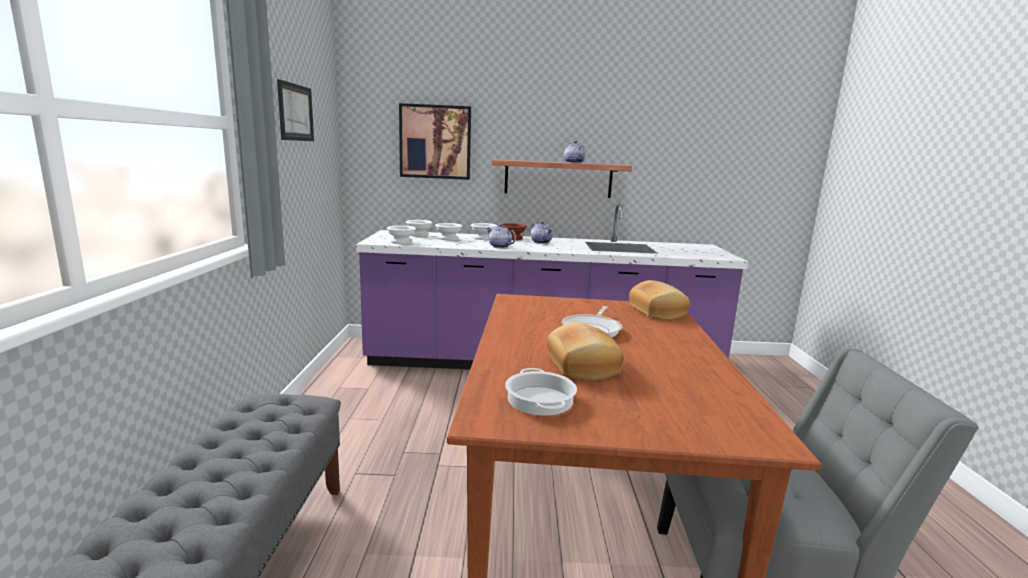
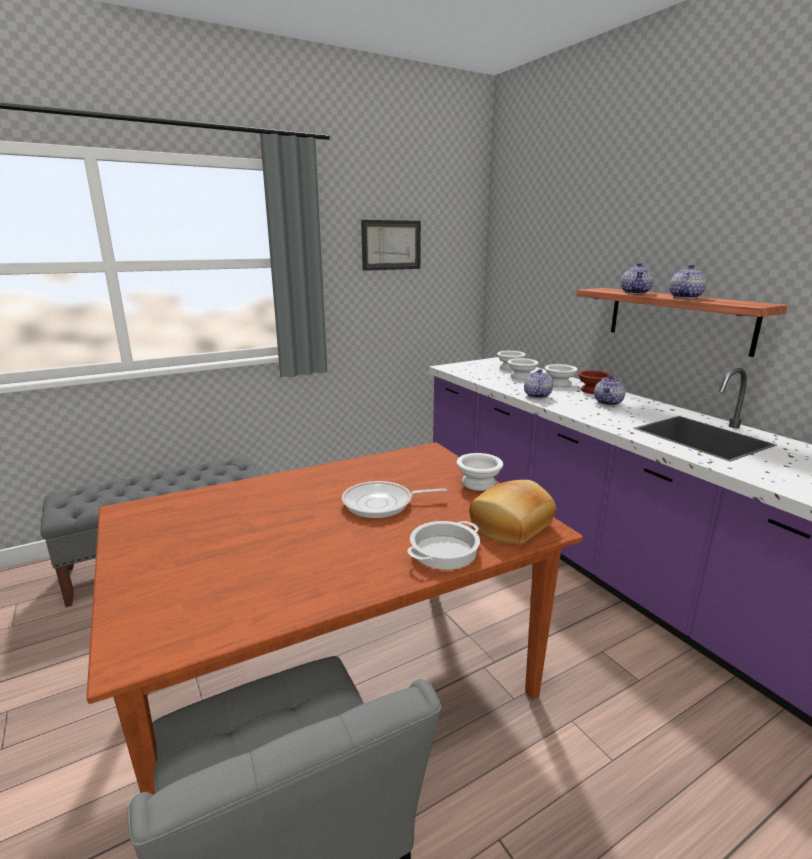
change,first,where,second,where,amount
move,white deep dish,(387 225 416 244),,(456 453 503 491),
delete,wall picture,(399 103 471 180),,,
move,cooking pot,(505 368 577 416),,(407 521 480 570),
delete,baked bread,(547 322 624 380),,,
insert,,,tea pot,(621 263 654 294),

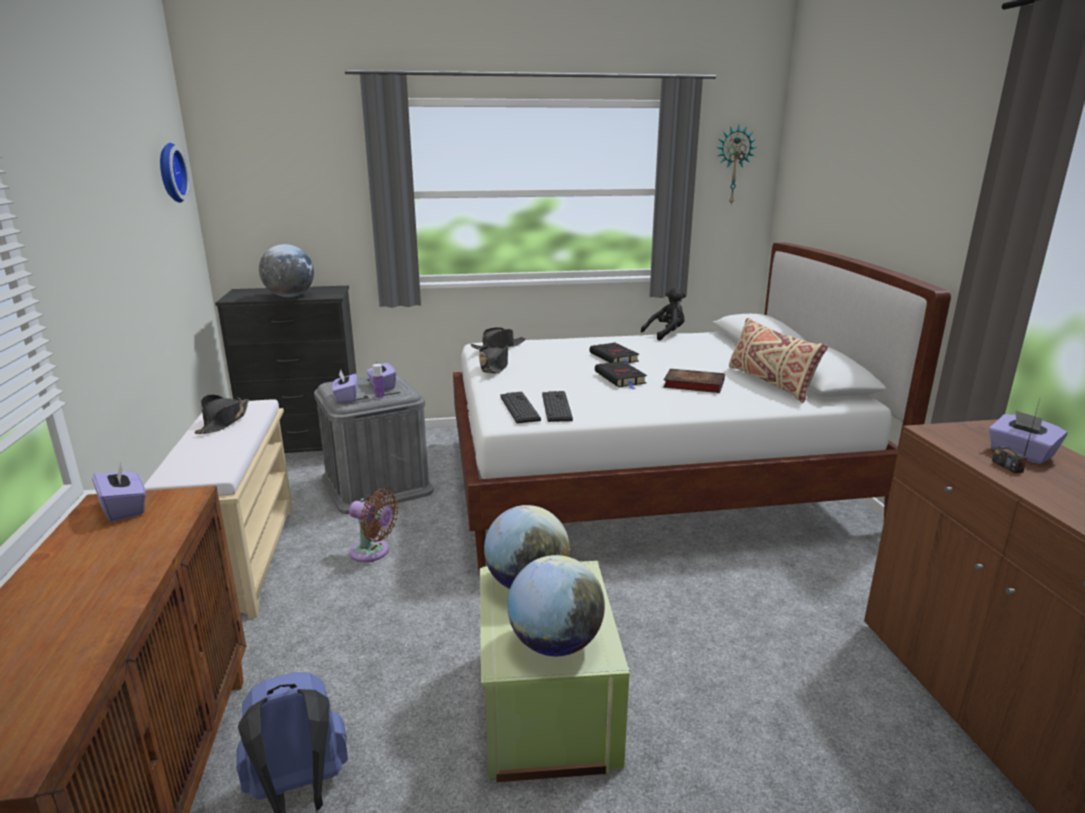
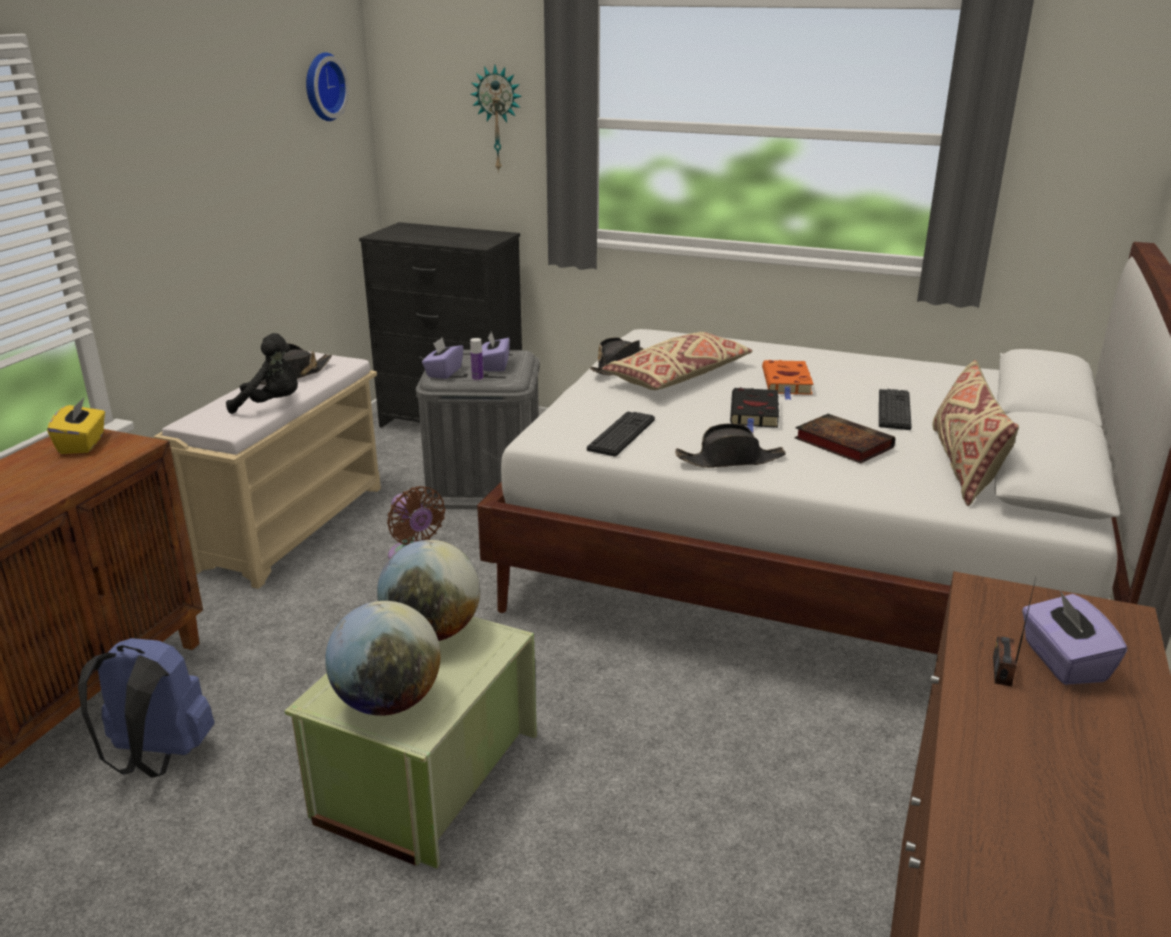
change,first,where,second,where,amount
recolor,purple tissue holder,(92 461 146 522),yellowish tissue holder,(47 398 105 454),
delete,desk globe,(259 244 314 297),,,
move,black clothing hat,(470 327 526 350),,(675 423 786 468),
move,keyboard,(500 392 541 424),,(879 389 911 430),
recolor,black bound book,(590 343 639 363),orangey bound book,(762 360 814 400),
move,black cuddly toy,(641 288 686 341),,(226 333 298 414),
move,clock on the wall,(716 125 757 206),,(471 65 522 172),
insert,,,beige-coloured pillow,(602 332 753 390),

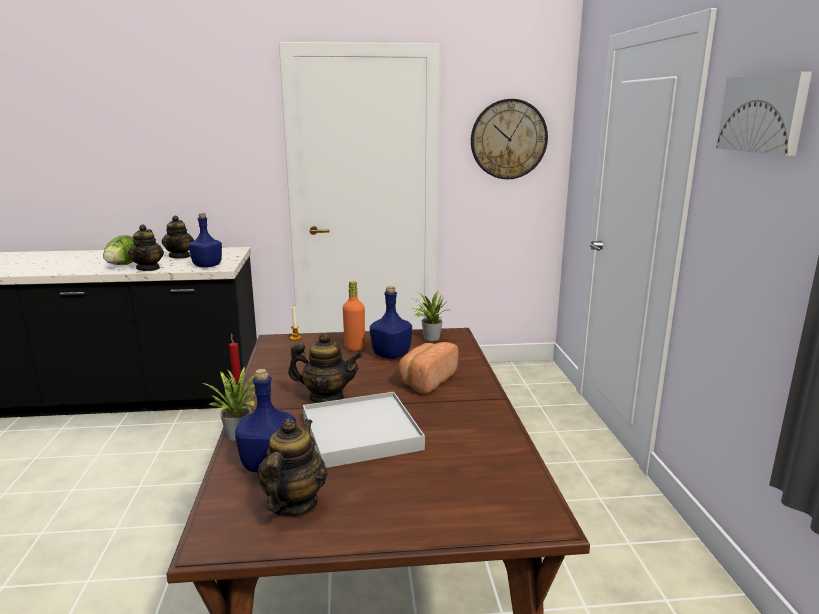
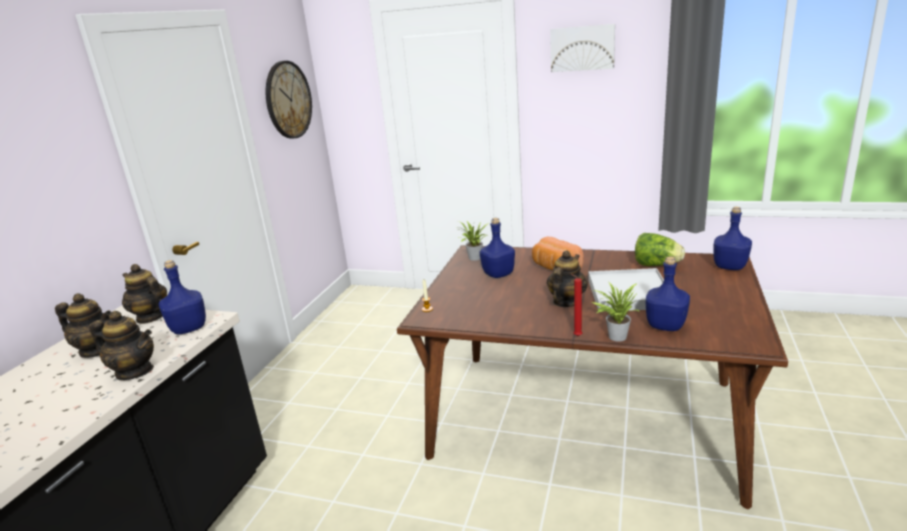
change,first,where,second,where,amount
move,lettuce,(103 235 134 265),,(635 233 685 266),
move,tea pot,(257 419 328 517),,(122 264 167 324),
delete,orangey drink bottle,(343 281 365 351),,,
insert,,,bluish drink bottle,(713 207 752 270),

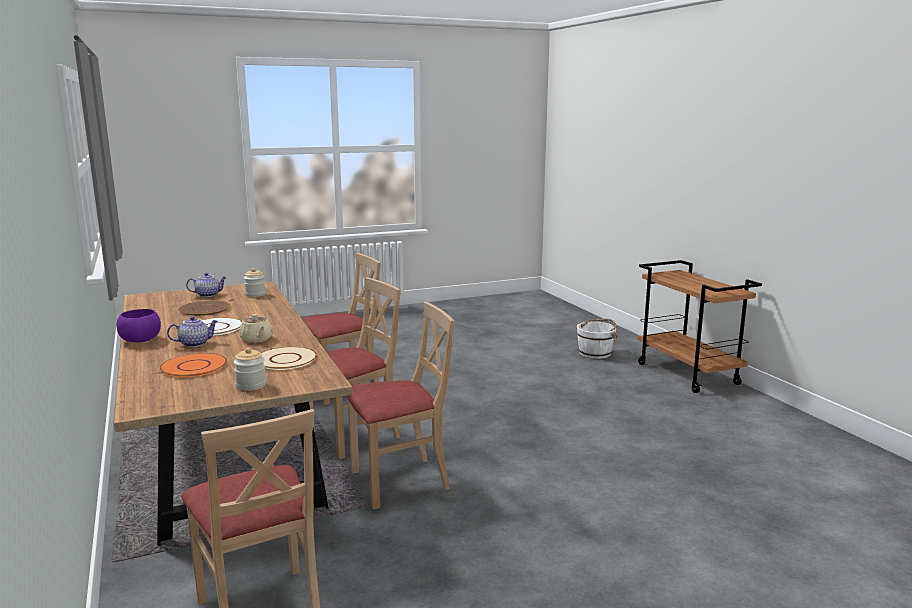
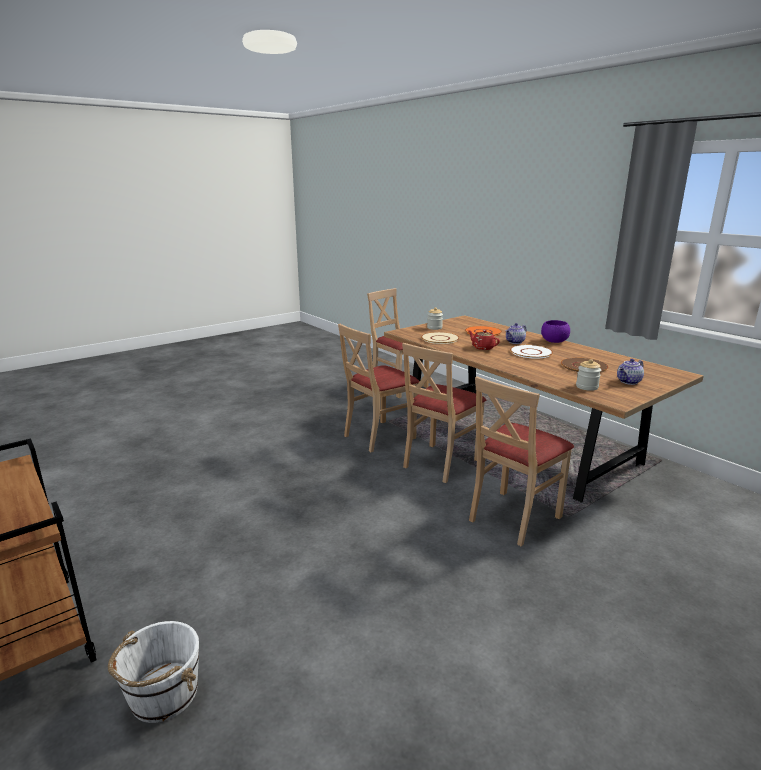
change,first,where,second,where,amount
recolor,beige-coloured tea pot,(239 314 273 343),red tea pot,(468 330 500 350),

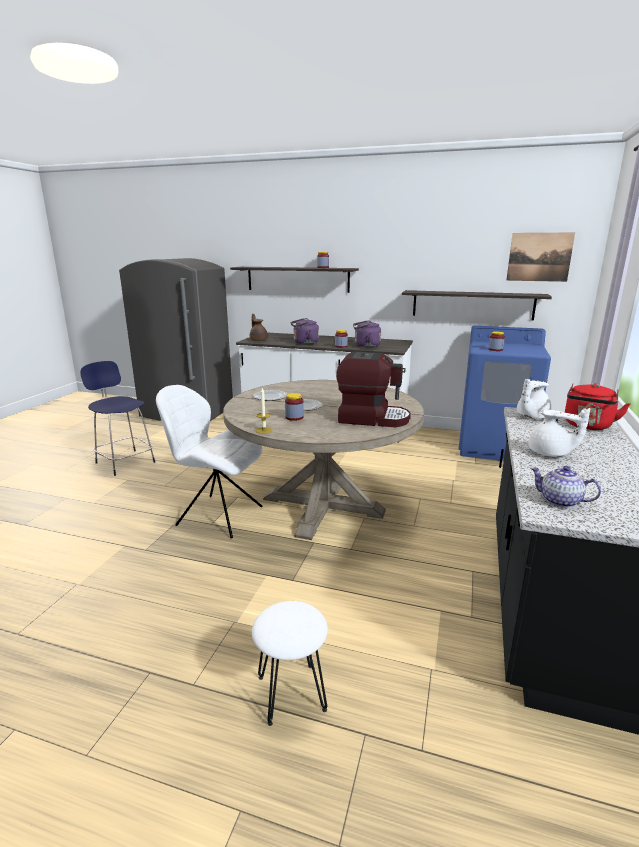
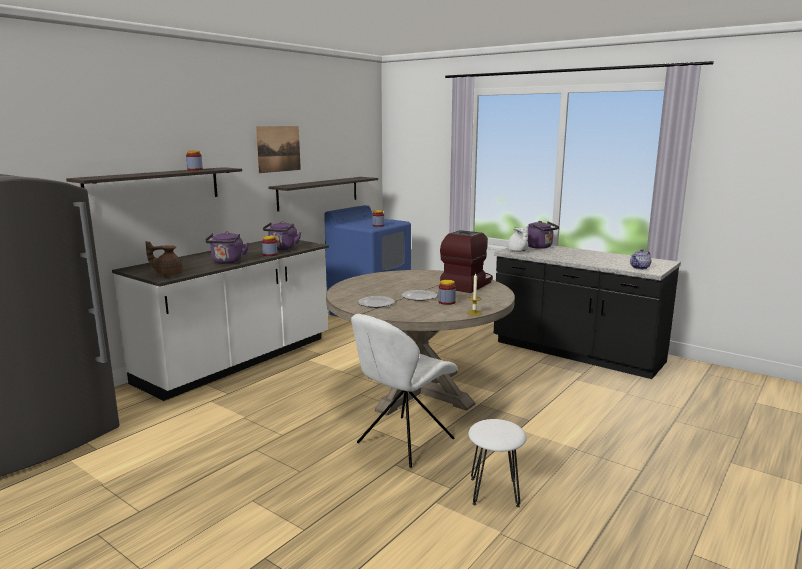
change,first,where,second,where,amount
delete,bluish sitting stool,(80 361 155 476),,,
move,white sitting stool,(252 601 328 726),,(468 419 527 507),
move,wall picture,(506 233 575 282),,(256 126 301 173),
delete,white tea pot,(529 408 590 457),,,
recolor,red tea kettle,(565 383 630 430),purple tea kettle,(528 221 559 249),

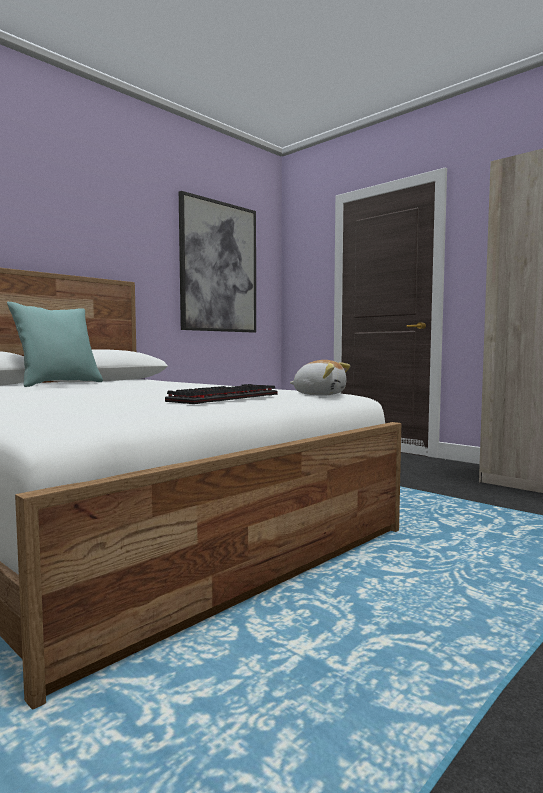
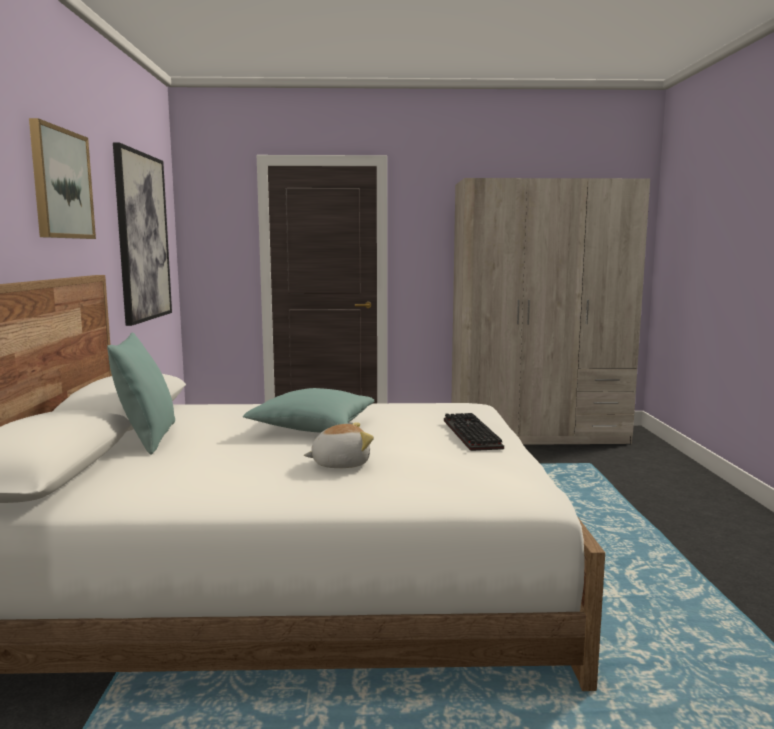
change,first,where,second,where,amount
move,cuddly toy,(290 360 350 396),,(304 422 374 468),
insert,,,wall picture,(29 118 96 239),
insert,,,blue-green pillow,(243 388 374 432),

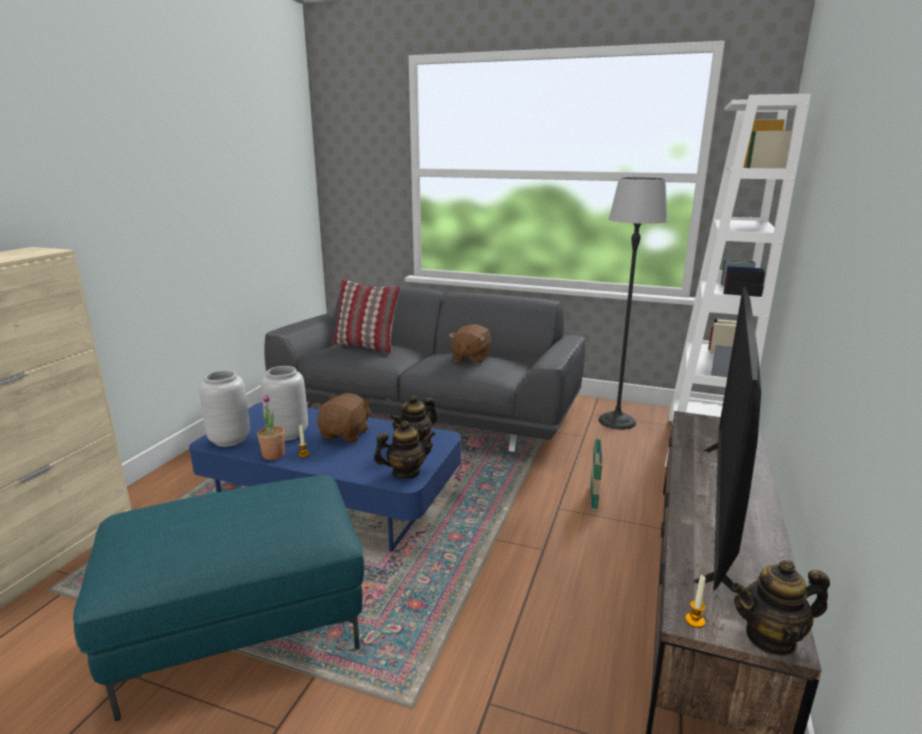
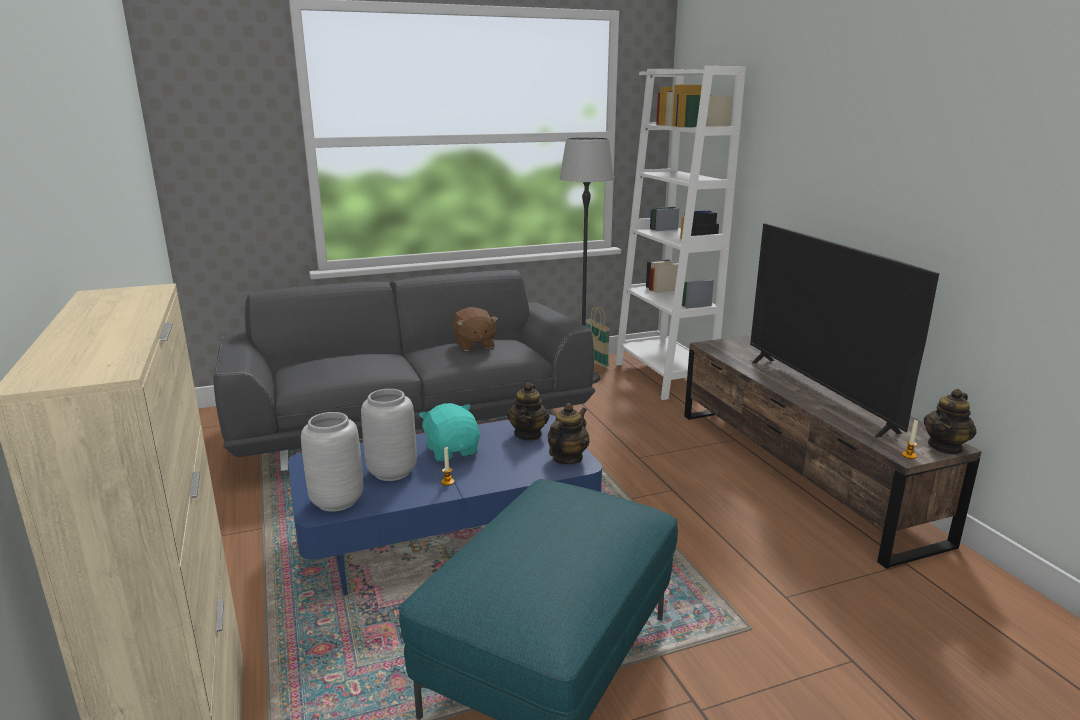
change,first,where,second,where,amount
delete,plant in a pot,(257 394 285 460),,,
recolor,brownish cuddly toy,(318 393 372 443),blue-green cuddly toy,(419 403 480 462),
delete,pillow,(332 279 400 354),,,
move,basket,(590 427 604 511),,(586 307 610 367),

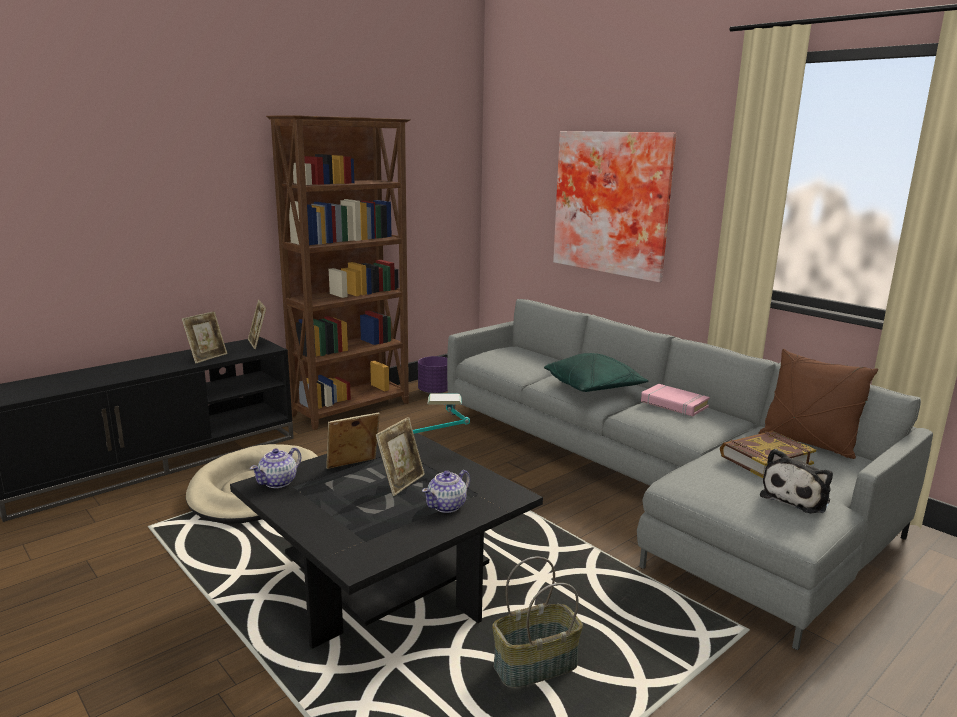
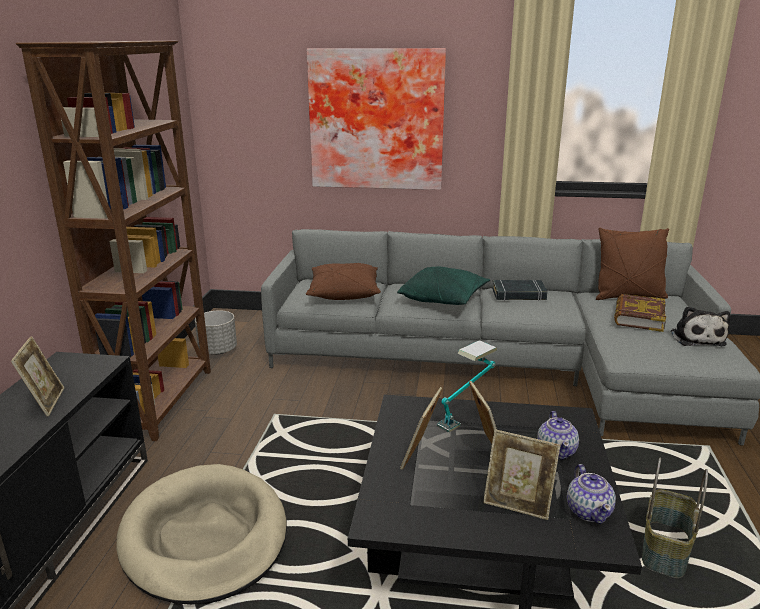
change,first,where,second,where,amount
move,picture frame,(248 300 266 349),,(483 429 561 520),
move,tea pot,(250 447 301 488),,(567 464 616 524),
recolor,purple planter,(418 356 448 394),grey planter,(195 310 237 355),
recolor,pink bound book,(641 384 710 416),black bound book,(492 280 548 301),
insert,,,brownish pillow,(306 263 381 300),

